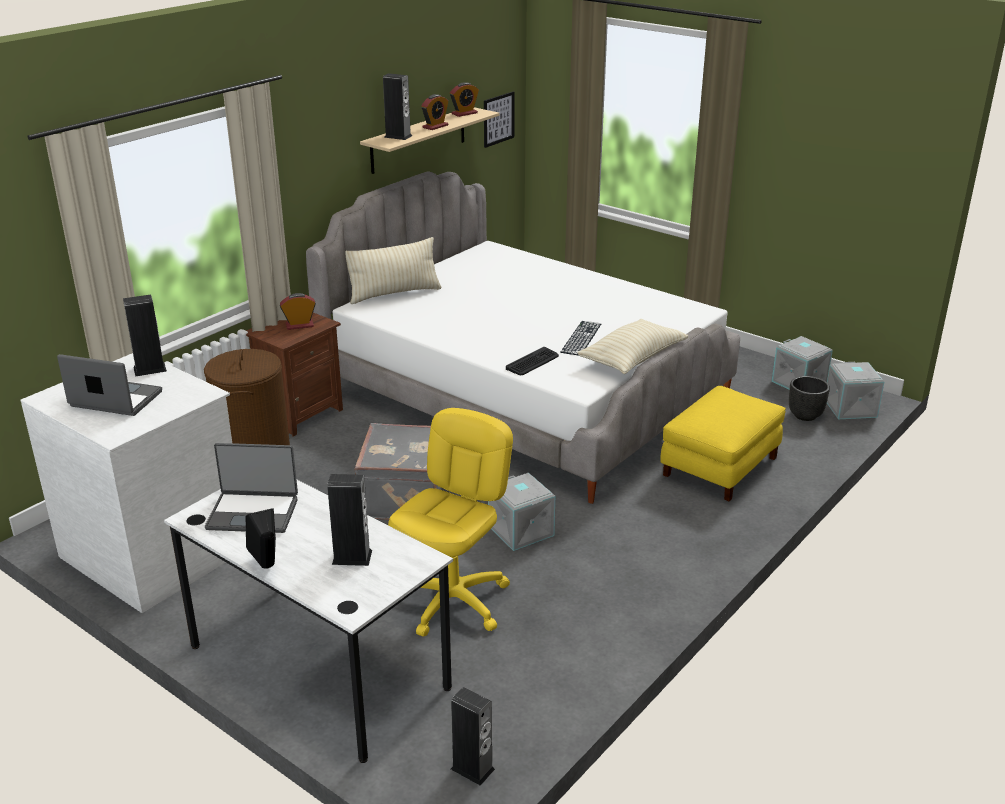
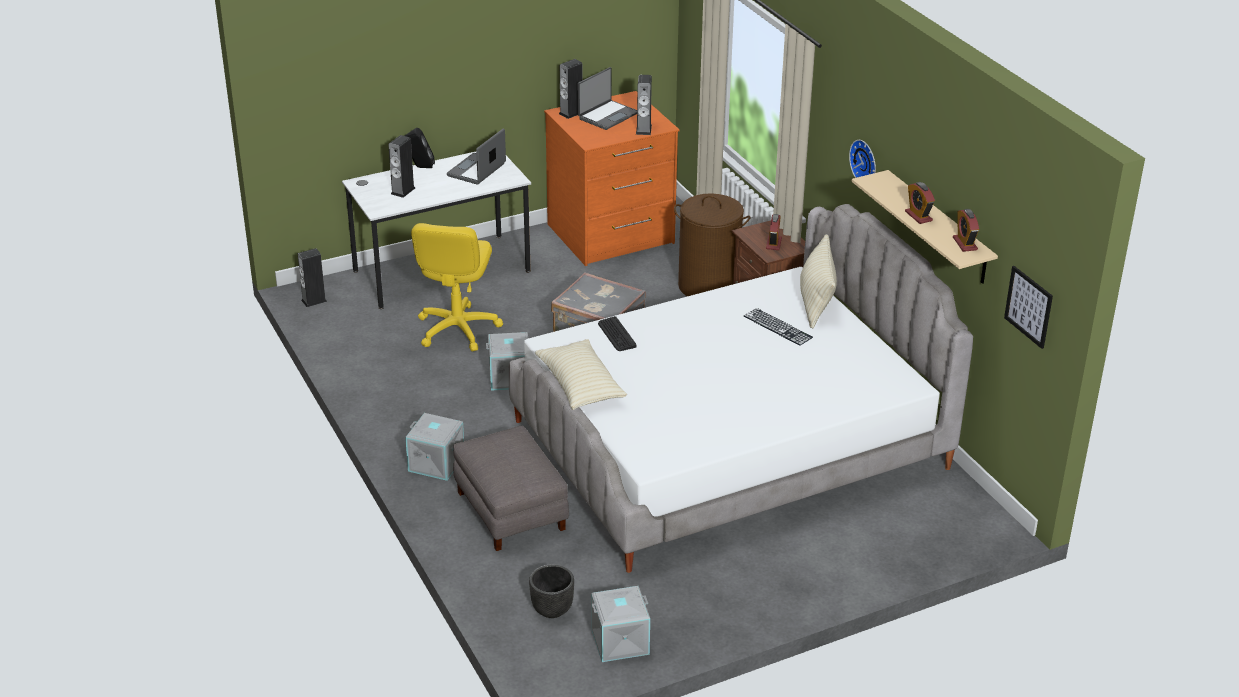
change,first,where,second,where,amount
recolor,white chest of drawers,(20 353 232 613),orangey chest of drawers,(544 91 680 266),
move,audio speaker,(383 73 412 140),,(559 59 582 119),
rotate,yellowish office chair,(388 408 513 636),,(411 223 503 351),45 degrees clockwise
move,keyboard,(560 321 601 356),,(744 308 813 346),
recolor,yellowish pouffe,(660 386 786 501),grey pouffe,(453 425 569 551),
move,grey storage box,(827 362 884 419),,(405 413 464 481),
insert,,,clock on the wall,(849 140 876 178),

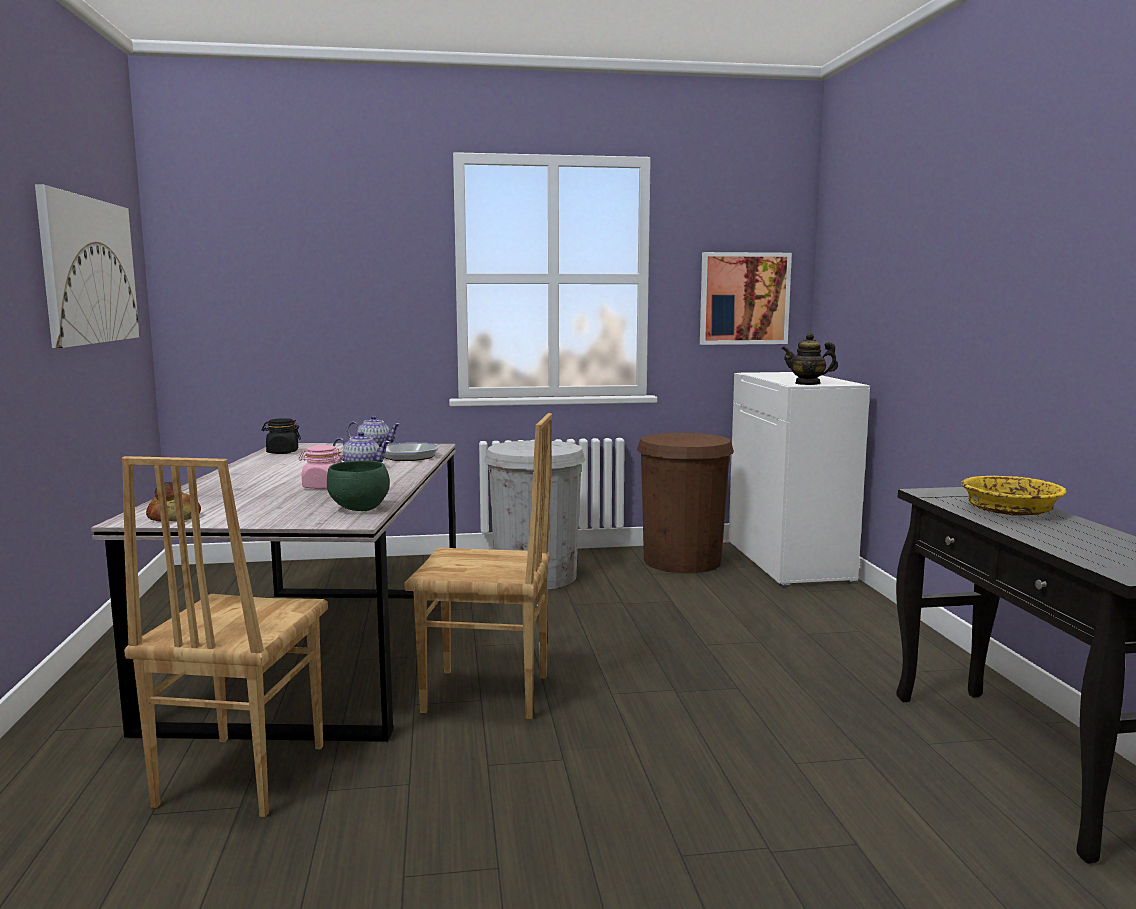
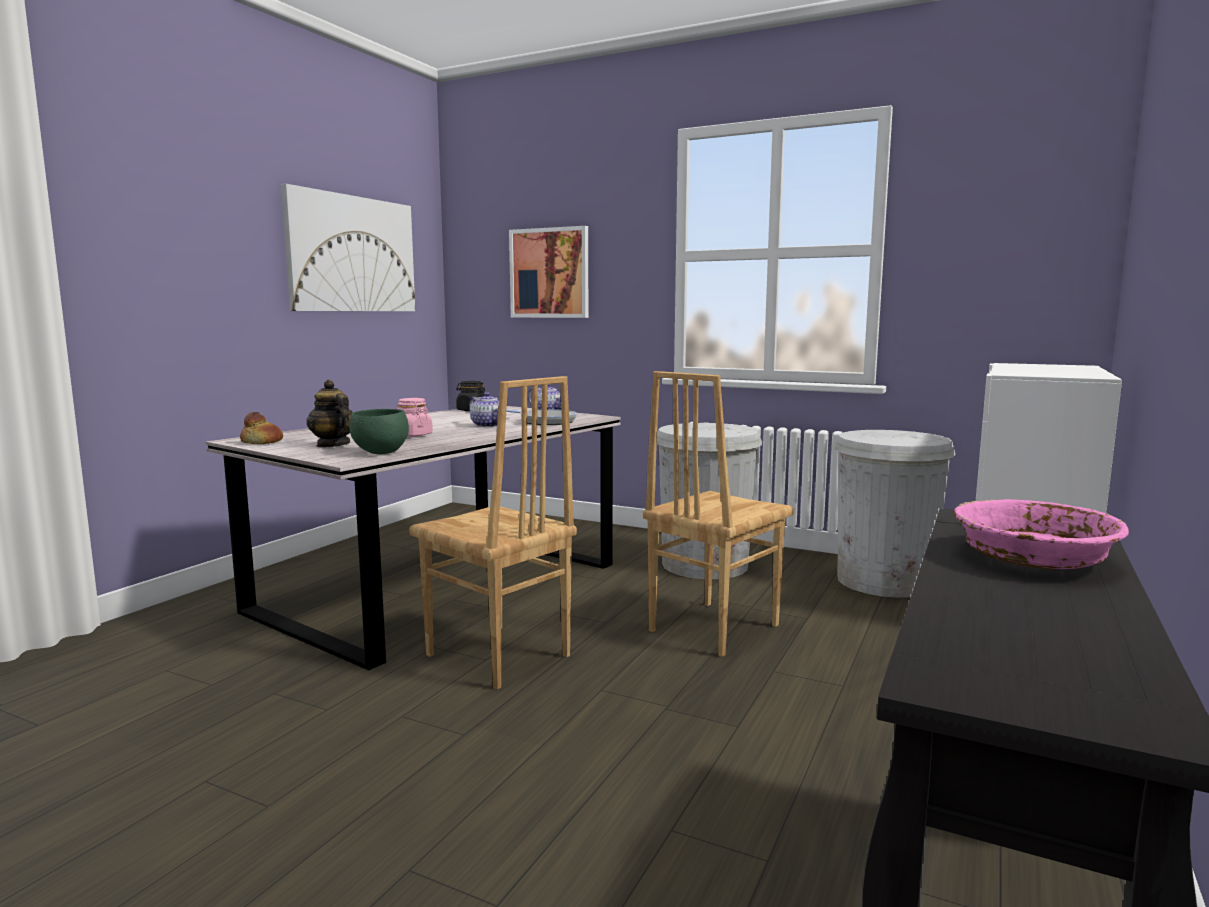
change,first,where,second,where,amount
move,brownish plain chair,(122 456 328 817),,(643 371 794 657),
recolor,brownish trash can,(637 433 734 573),white trash can,(834 430 956 598),
move,wall picture,(700 252 792 345),,(509 226 588 318),
move,tea pot,(782 333 838 385),,(306 380 353 447),
recolor,yellowish deep dish,(961 476 1067 516),pink deep dish,(954 499 1129 570),

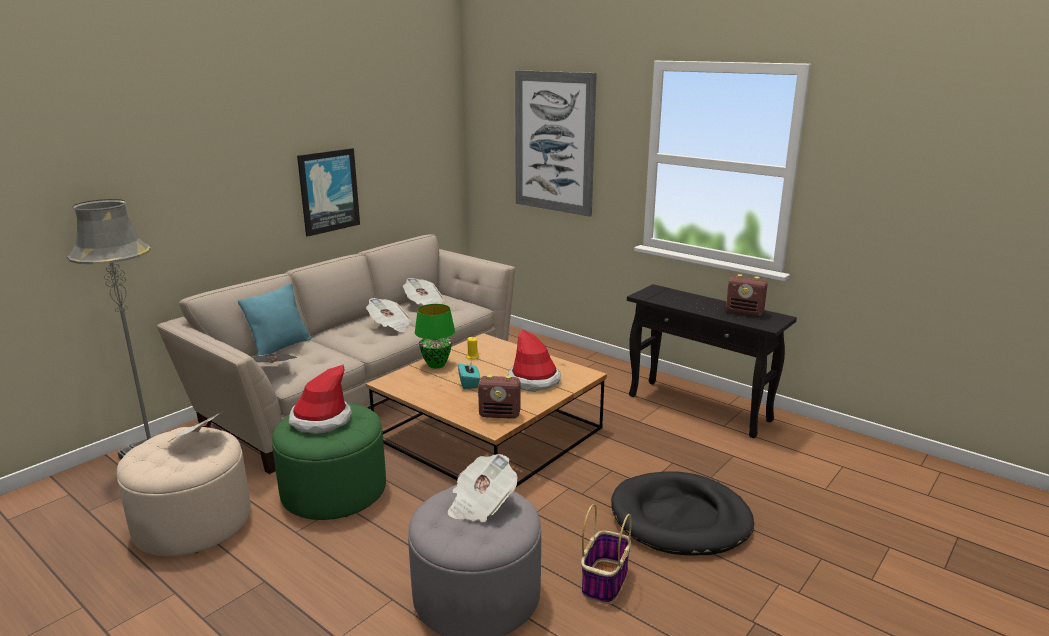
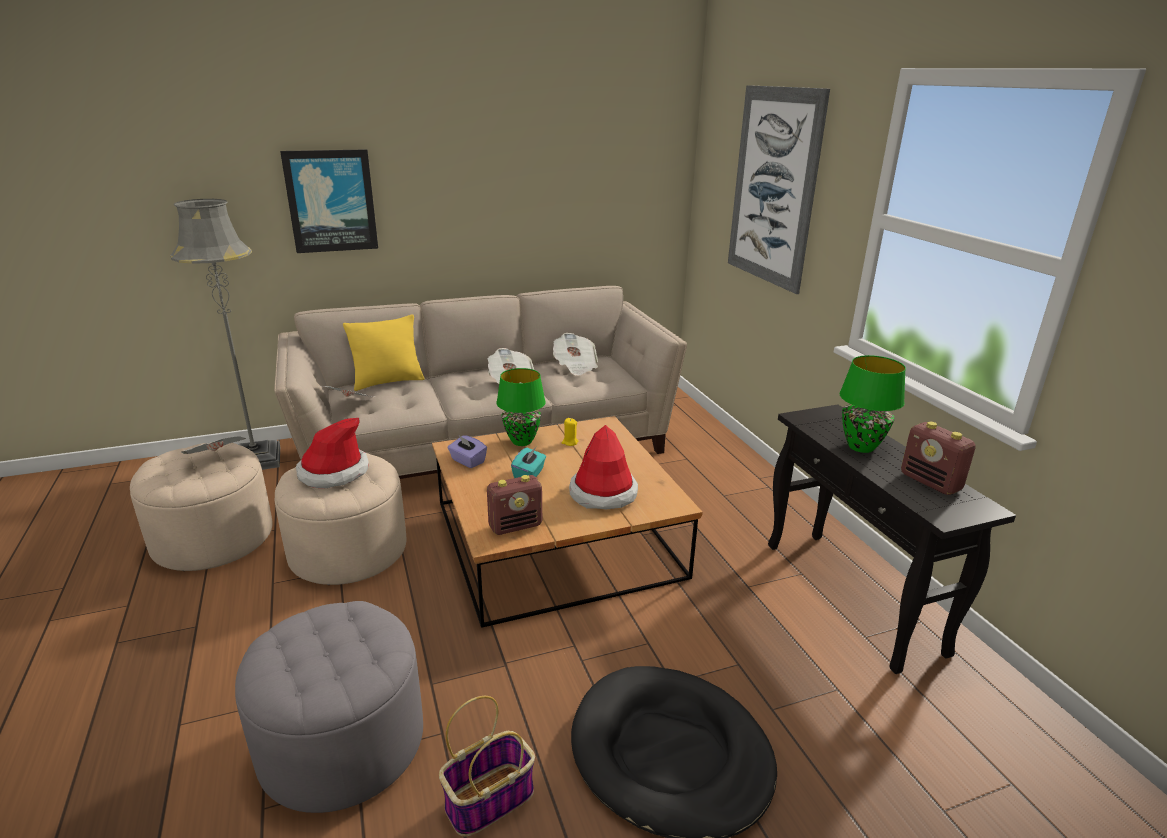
change,first,where,second,where,amount
recolor,blue-green pillow,(238 283 311 356),yellowish pillow,(343 314 425 391),
recolor,greenish pouffe,(272 403 386 520),beige-coloured pouffe,(275 453 407 585),
move,wall picture,(297 148 360 237),,(280 149 378 253),
delete,daily paper,(448 454 518 522),,,
rotate,radio receiver,(478 375 520 419),,(487 475 542 535),60 degrees counterclockwise
insert,,,purple tissue holder,(448 435 487 468),
insert,,,greenish tabletop lamp,(839 355 906 453),

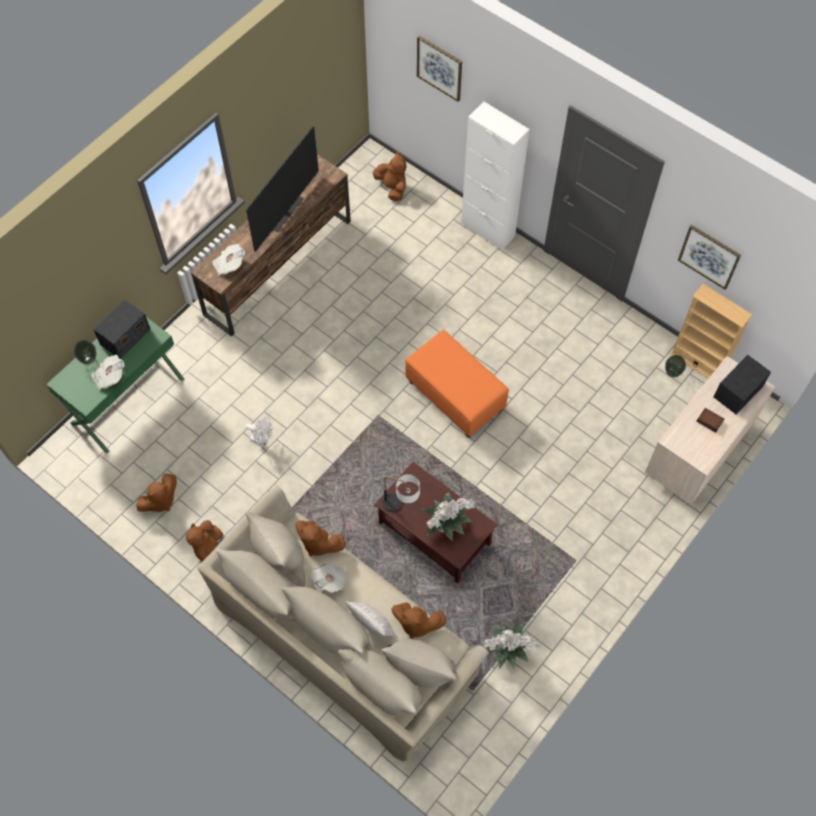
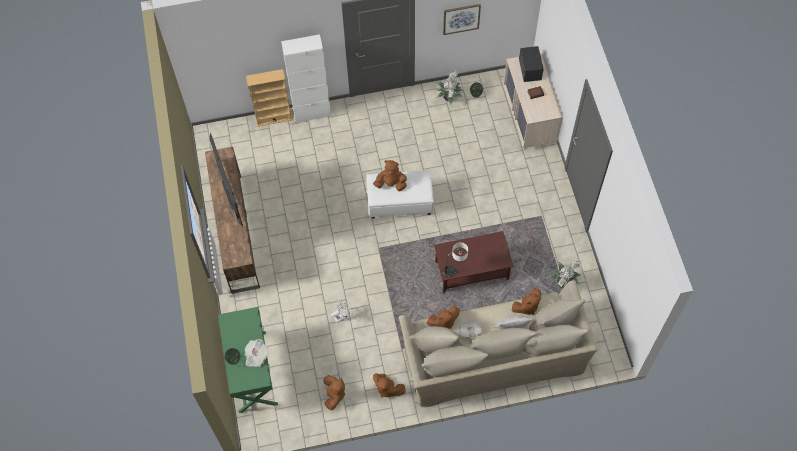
change,first,where,second,where,amount
delete,radio receiver,(93 299 150 359),,,
delete,daily paper,(212 244 245 275),,,
move,brownish cuddly toy,(373 152 407 201),,(373 160 407 191),
recolor,orangey pouffe,(405 329 509 438),white pouffe,(366 170 434 219),
delete,wall picture,(417 36 462 102),,,
move,plant in a pot,(422 492 476 541),,(436 70 463 104),
move,beige-coloured bookshelf,(670 284 753 379),,(246 69 293 127),

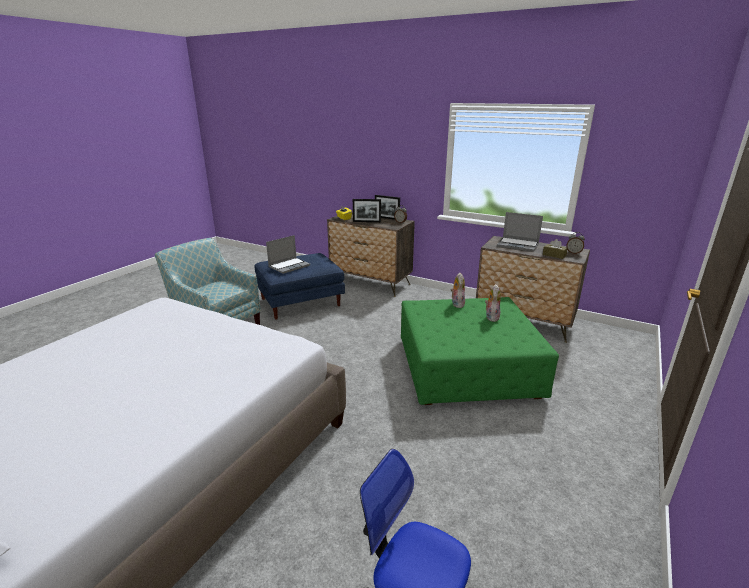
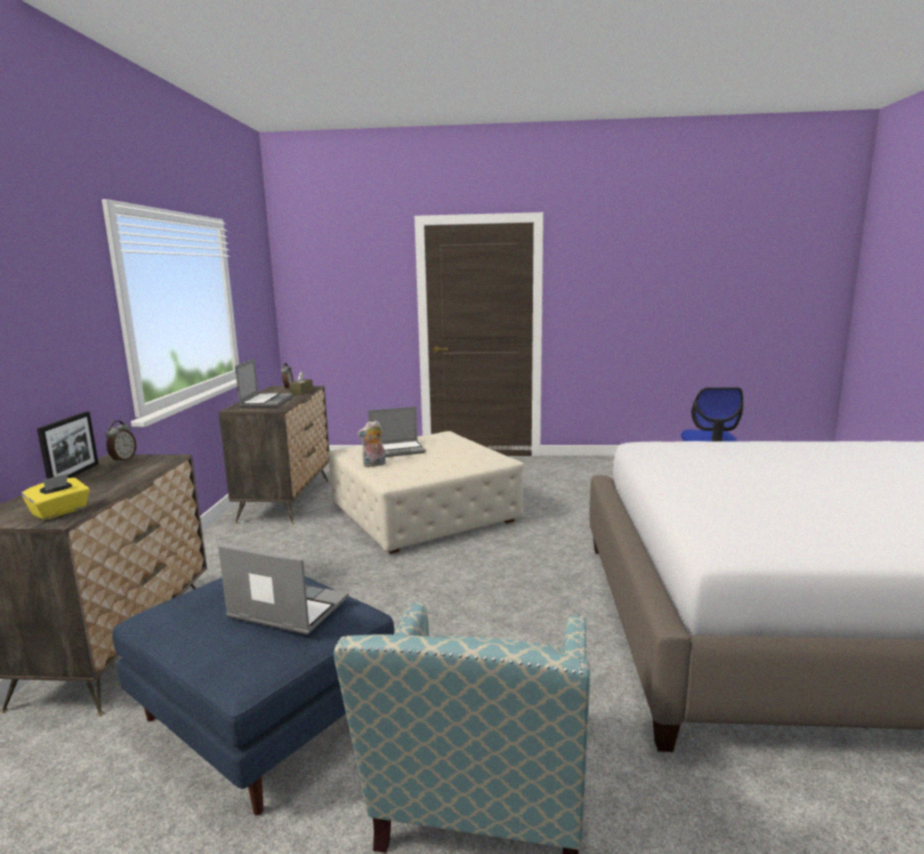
change,first,where,second,where,amount
delete,picture frame,(353 199 381 222),,,
recolor,greenish pouffe,(401 297 559 405),beige-coloured pouffe,(328 431 524 554),
replace,cuddly toy,(485 284 501 322),notebook computer,(368 406 426 457),

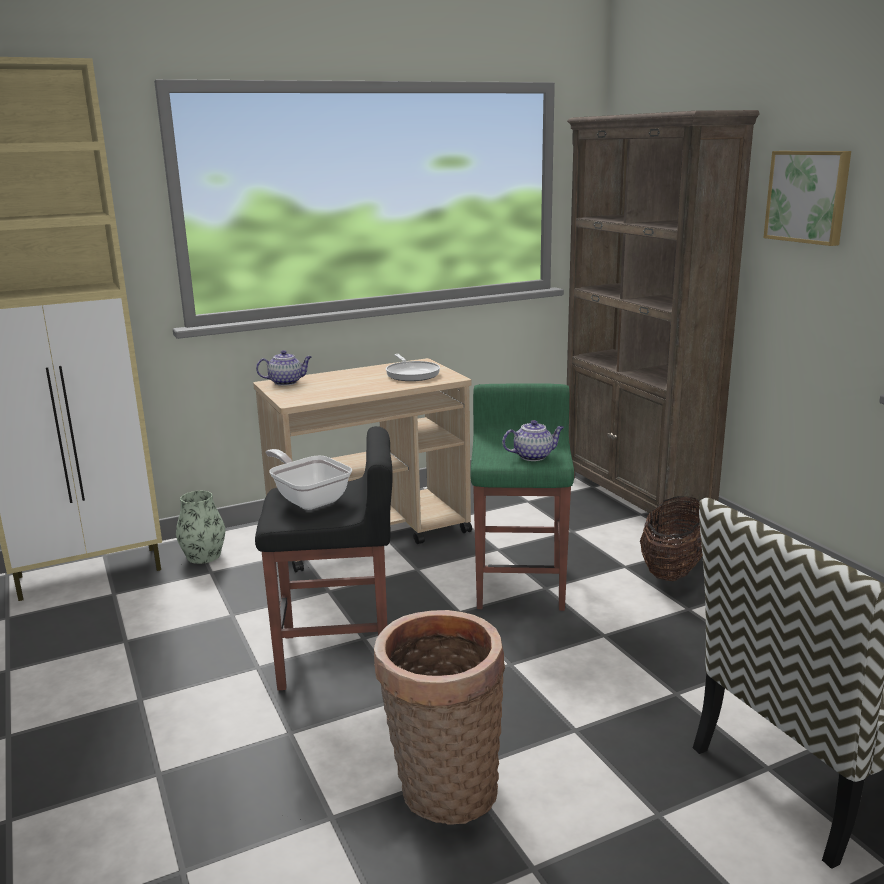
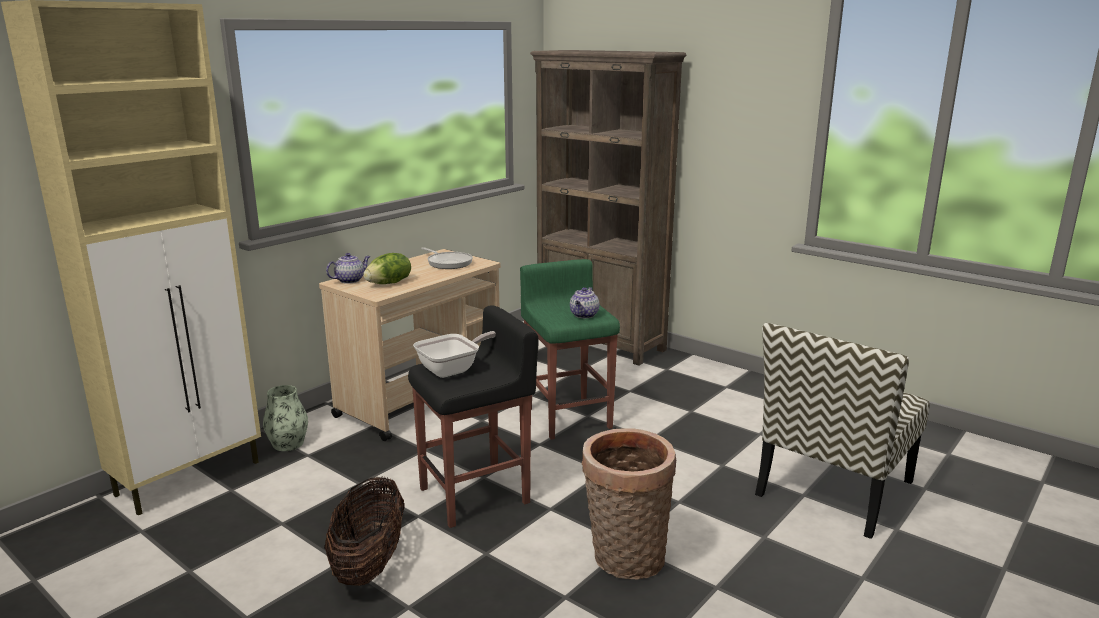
change,first,where,second,where,amount
rotate,frying pan,(266 449 352 510),,(413 331 496 378),120 degrees clockwise
rotate,tea pot,(502 420 564 461),,(570 287 599 318),150 degrees clockwise
move,basket,(640 496 702 581),,(324 476 405 586),
delete,wall picture,(763 151 851 246),,,
insert,,,lettuce,(363 253 411 284),

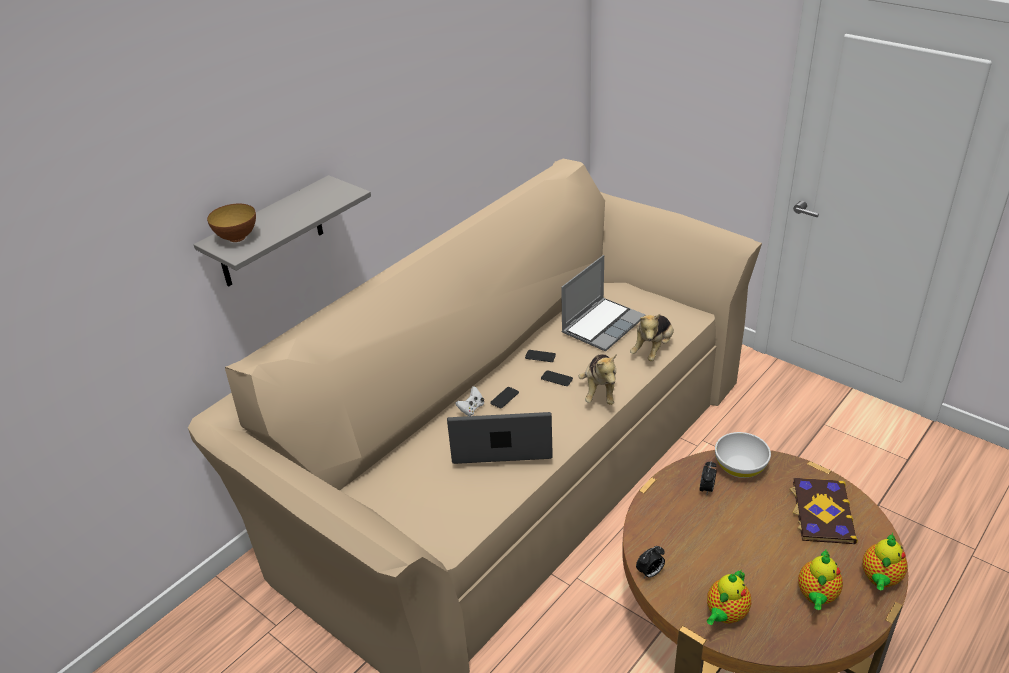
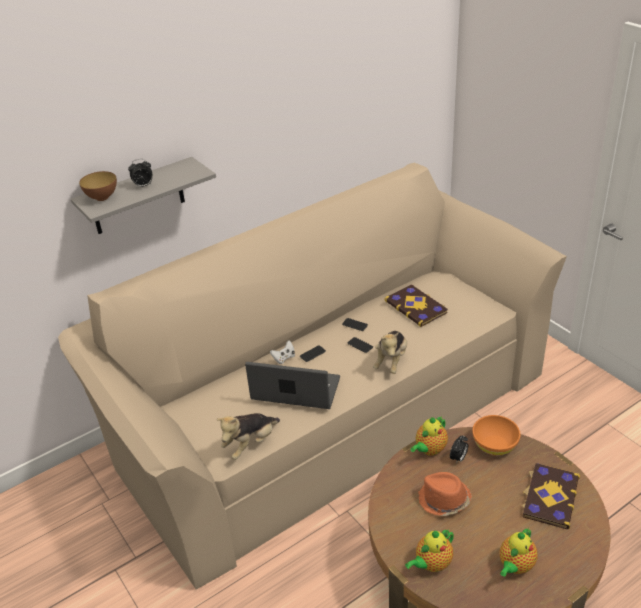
change,first,where,second,where,amount
replace,notebook computer,(561 255 645 352),bound book,(385 284 448 327),
move,cuddly toy,(630 314 674 361),,(216 413 280 460),
move,table clock,(636 546 665 578),,(128 159 152 187),
recolor,white deep dish,(715 432 771 478),orangey deep dish,(472 415 520 455),
move,tea pot,(862 533 907 590),,(410 417 448 456),
insert,,,orangey clothing hat,(418 472 472 516),

